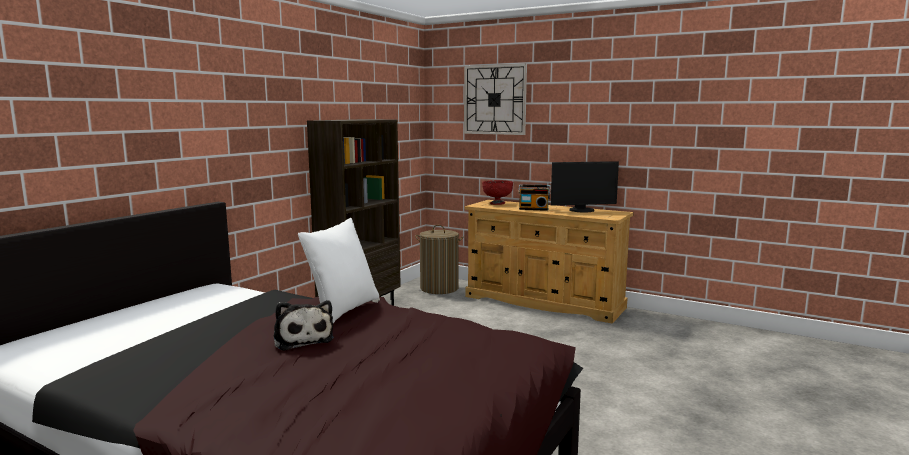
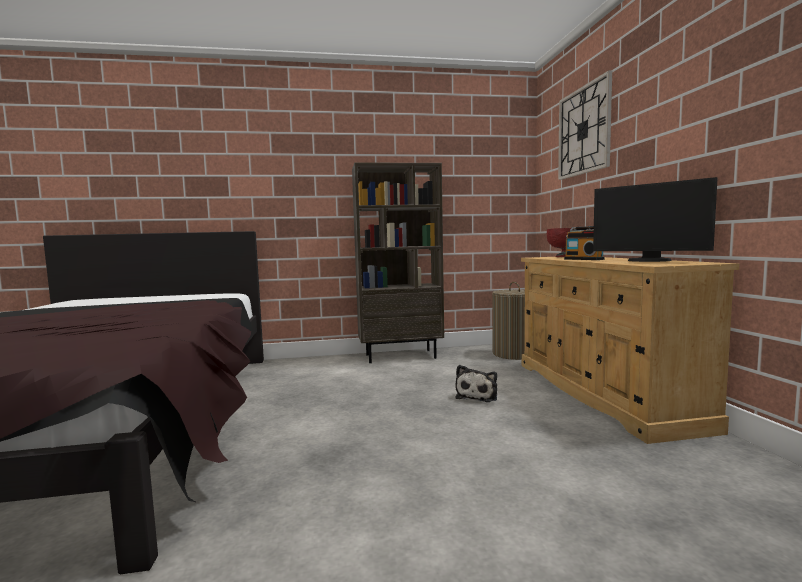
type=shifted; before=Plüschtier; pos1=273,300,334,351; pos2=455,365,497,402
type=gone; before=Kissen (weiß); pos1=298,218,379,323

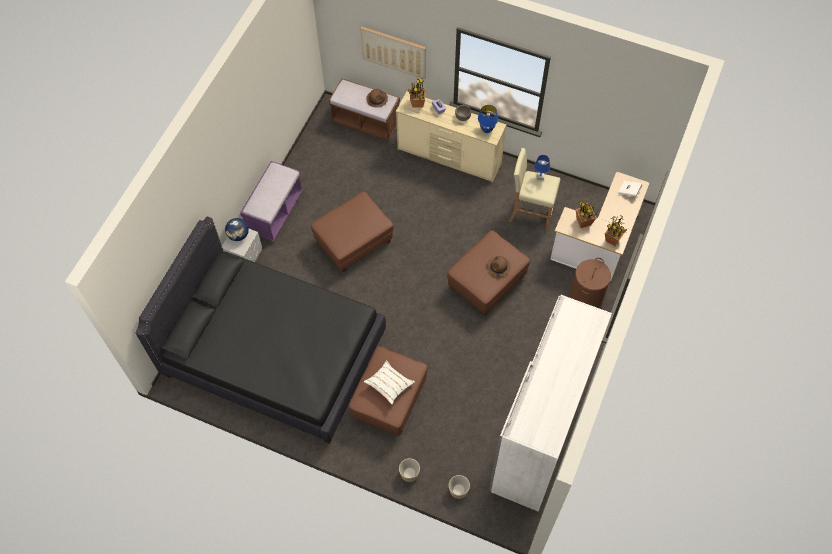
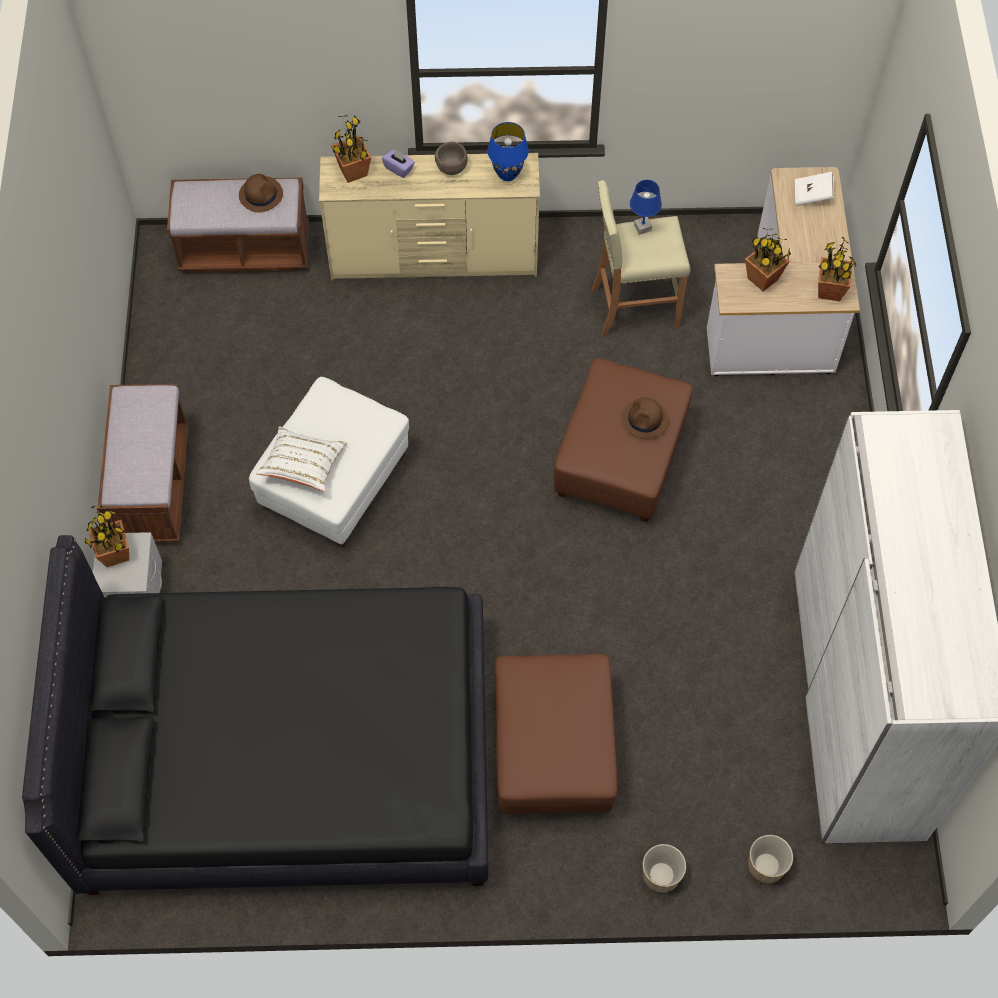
type=swapped; before=Globus; after=Topfpflanze; pos1=225,218,249,241; pos2=85,506,129,567
type=repainted; before=Bank (lila); after=Bank (braun); pos1=240,161,303,242; pos2=98,384,189,542
type=repainted; before=Polsterhocker (braun); after=Polsterhocker (weiß); pos1=311,192,394,272; pos2=249,377,409,548
type=shifted; before=Kissen (weiß); pos1=364,360,415,404; pos2=256,427,347,491
type=gone; before=Bild; pos1=360,26,426,79
type=gone; before=Wäschekorb (braun); pos1=569,258,611,308

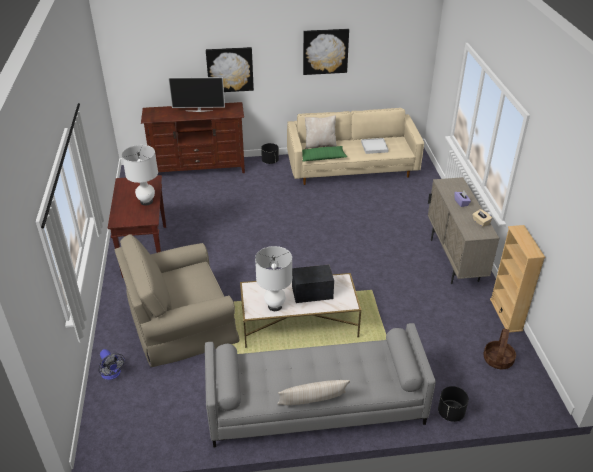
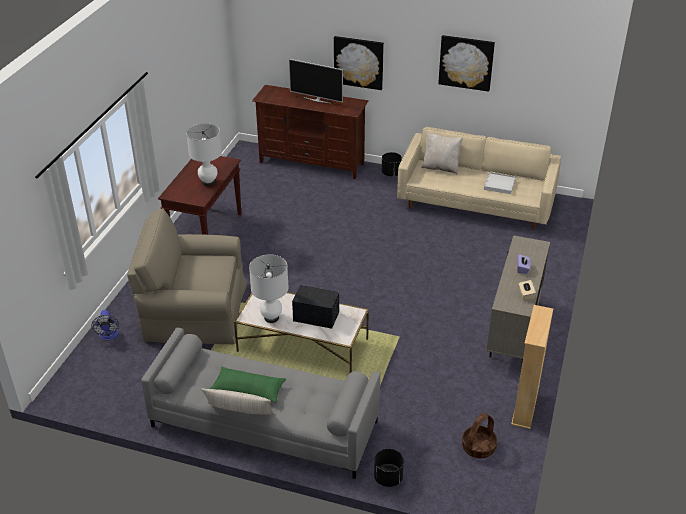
type=shifted; before=Kissen (grün); pos1=302,146,347,162; pos2=209,367,286,403

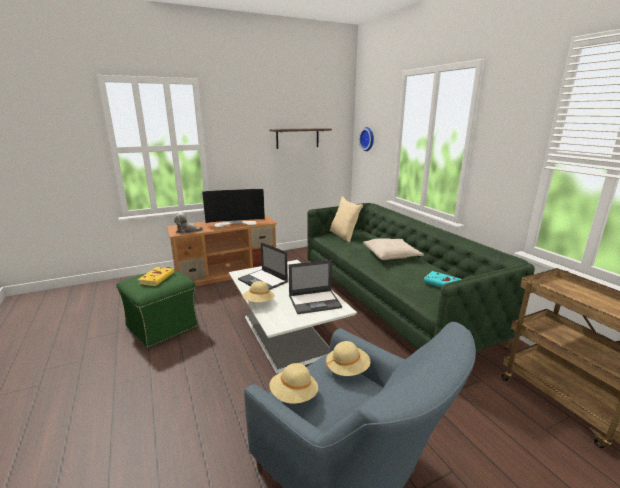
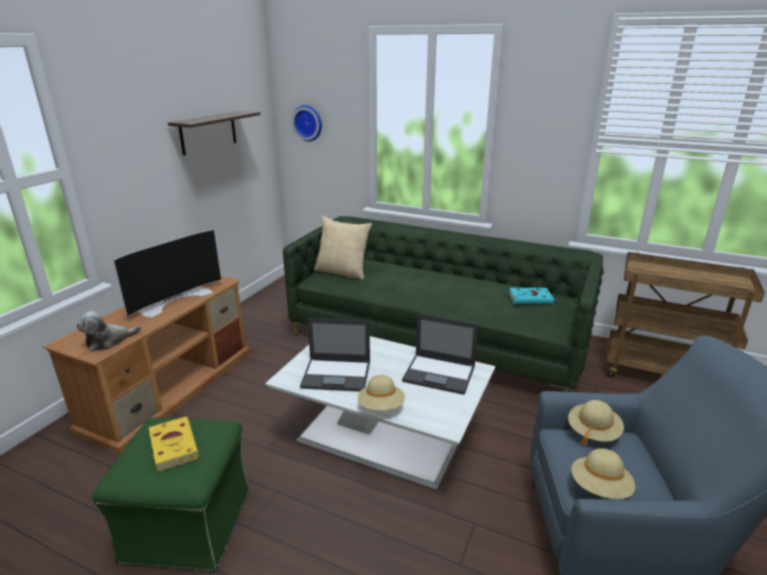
type=rotated; before=Laptop; pos1=289,260,342,314; pos2=402,314,478,395; turn=75
type=gone; before=Kissen (beige); pos1=363,238,424,260

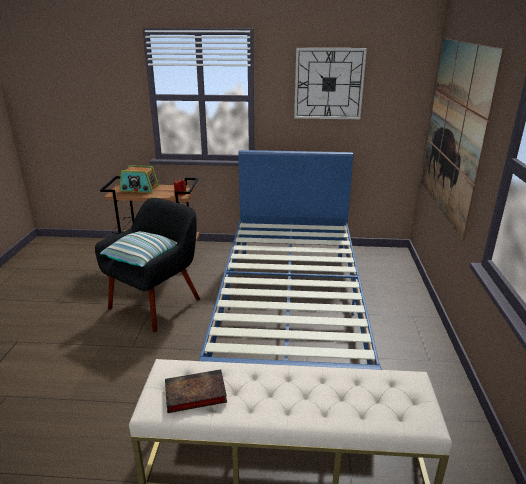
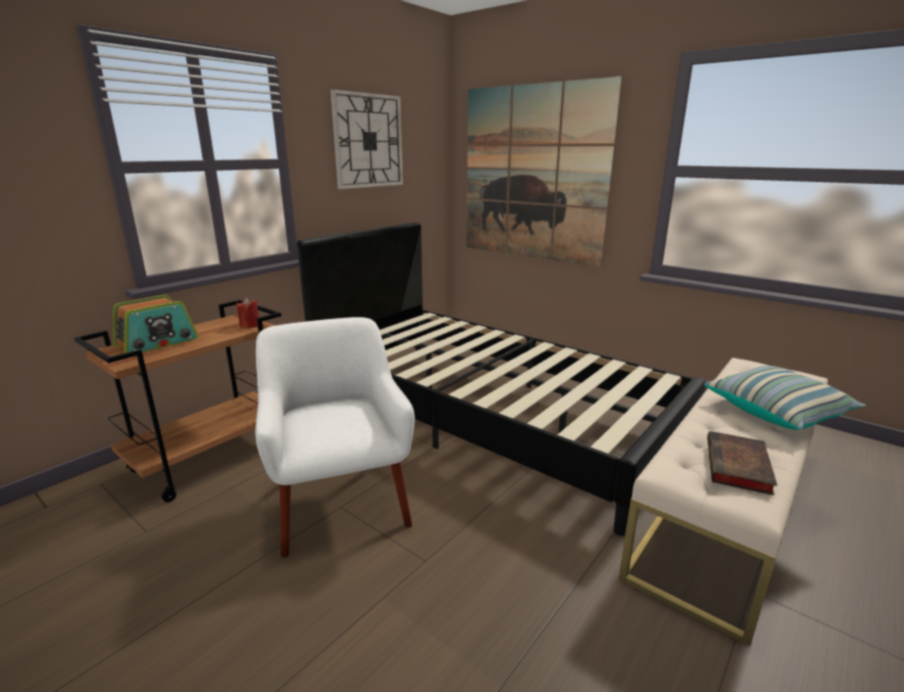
type=repainted; before=Sessel (schwarz); after=Sessel (weiß); pos1=95,198,200,332; pos2=255,317,415,558
type=repainted; before=Bett (blau); after=Bett (schwarz); pos1=199,150,382,370; pos2=297,222,706,536
type=shifted; before=Kissen; pos1=100,231,177,267; pos2=704,366,866,430

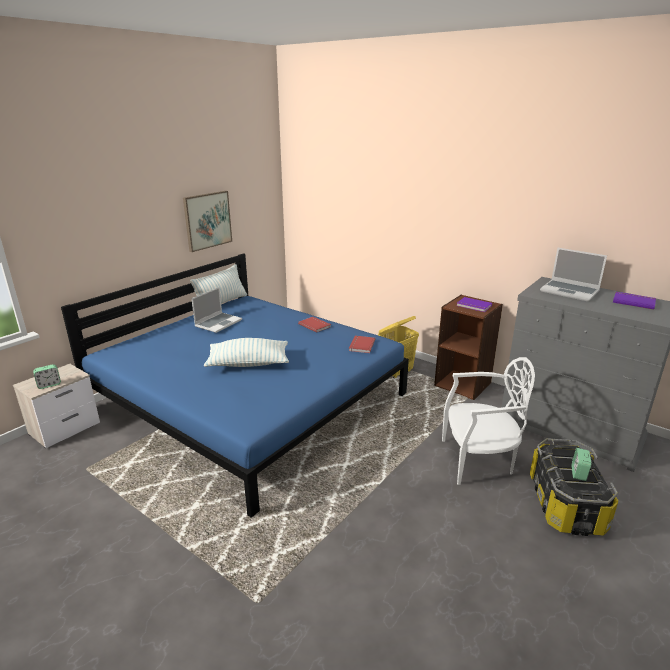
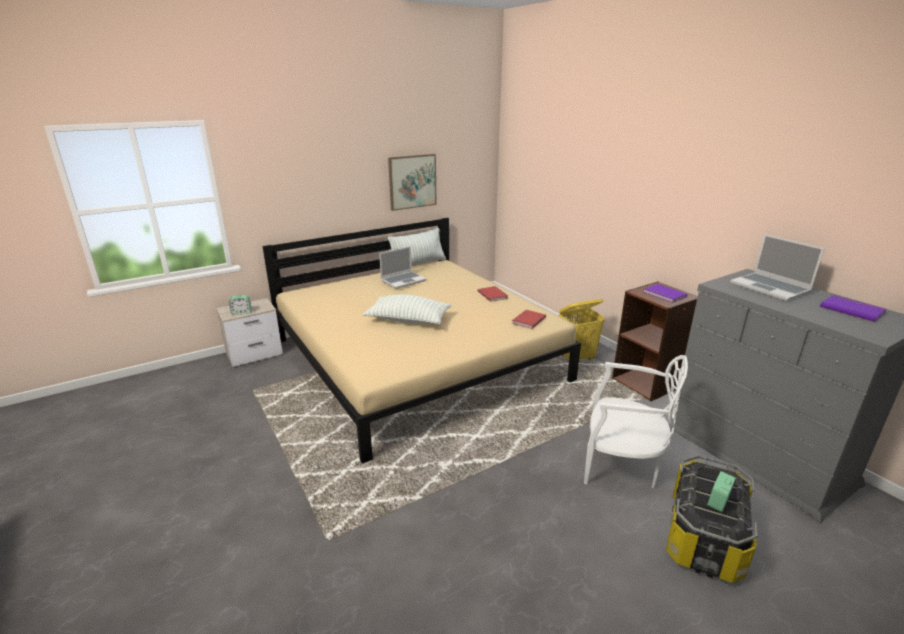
type=repainted; before=Bett (blau); after=Bett (beige); pos1=61,253,409,518; pos2=262,218,581,463

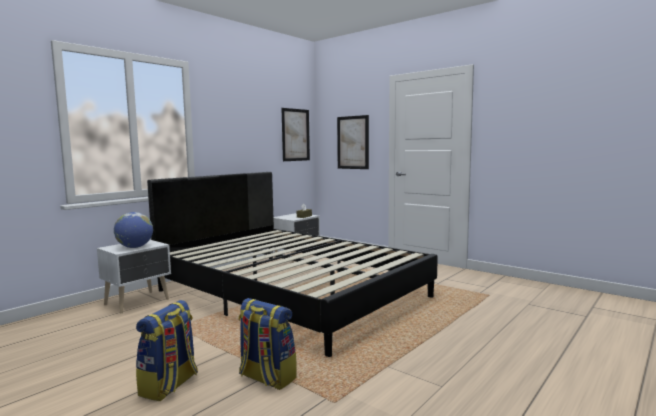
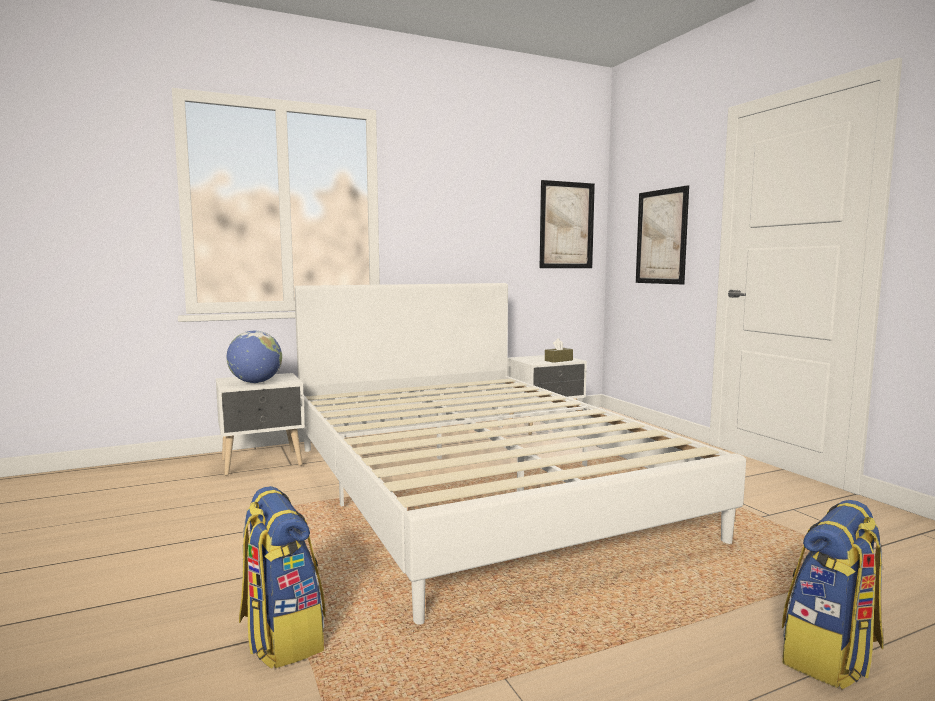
type=repainted; before=Bett (schwarz); after=Bett (weiß); pos1=147,172,438,357; pos2=294,283,746,625
type=shifted; before=Rucksack; pos1=136,300,198,401; pos2=782,500,884,689

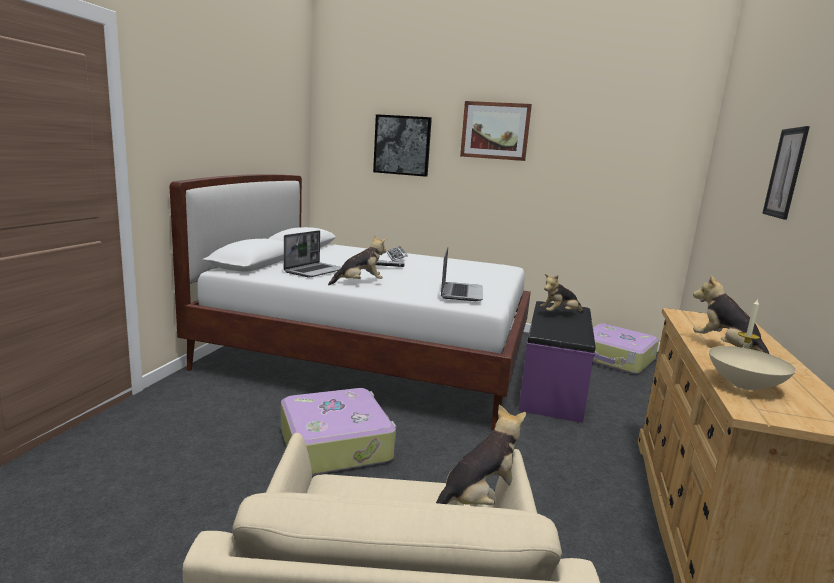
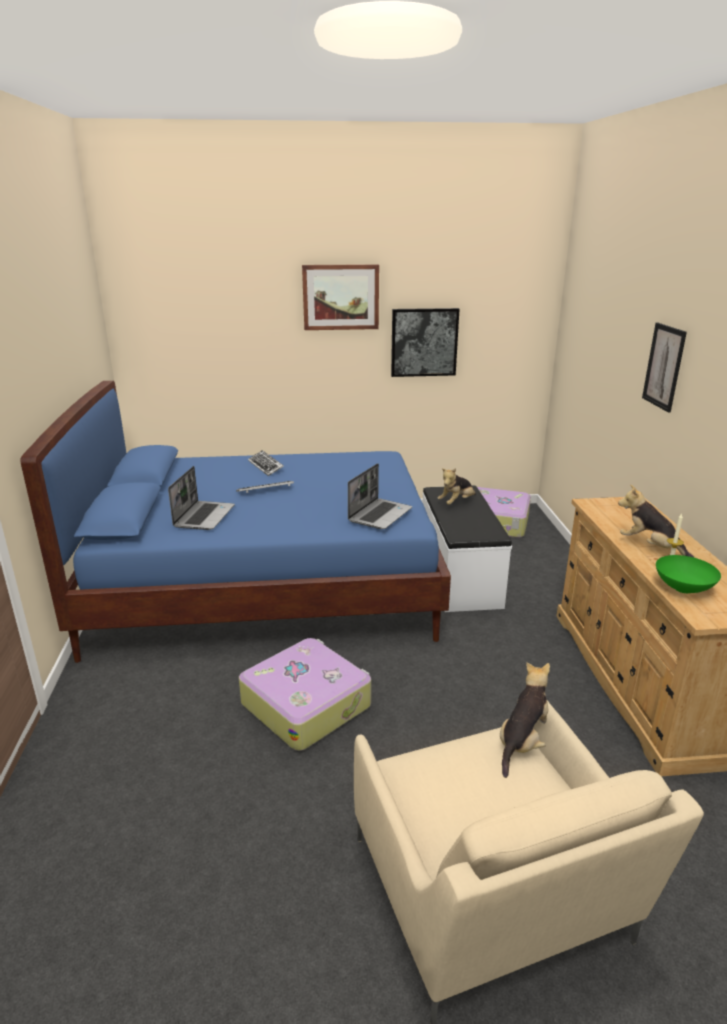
type=repainted; before=Bett (weiß); after=Bett (blau); pos1=170,174,531,431; pos2=20,381,451,663
type=rotated; before=Laptop; pos1=441,248,483,301; pos2=348,463,412,529; turn=45
type=shifted; before=Bild; pos1=373,114,432,177; pos2=391,308,460,377
type=repainted; before=Bank (lila); after=Bank (weiß); pos1=518,301,595,423; pos2=422,486,512,612
type=repainted; before=Schüssel (beige); after=Schüssel (grün); pos1=709,346,796,390; pos2=656,555,721,593
type=gone; before=Plüschtier; pos1=328,235,386,285

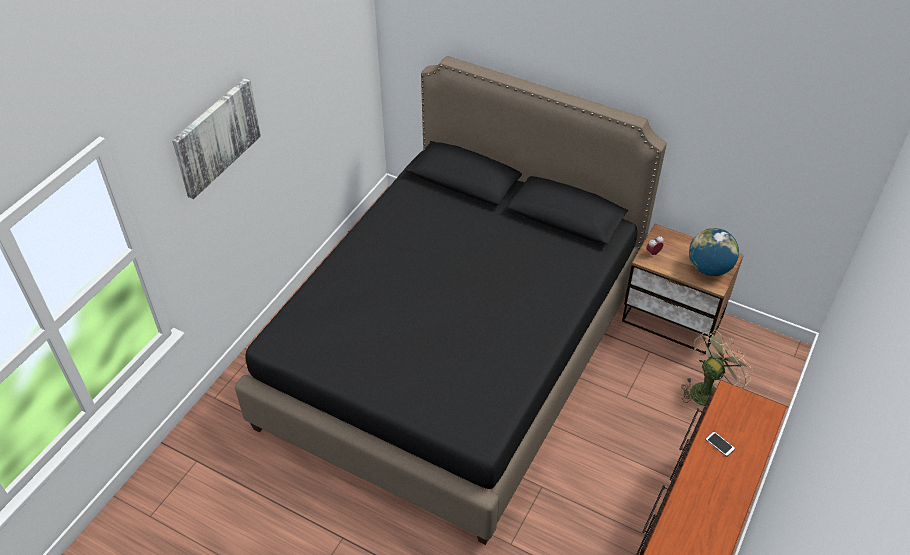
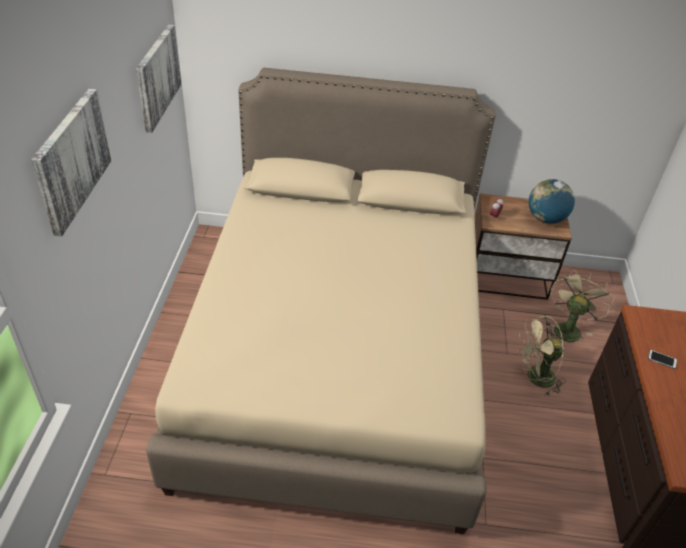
type=new; after=Bild; pos2=136,24,181,133
type=repainted; before=Bett (schwarz); after=Bett (beige); pos1=235,56,667,545; pos2=146,68,495,534
type=new; after=Ventilator (beige); pos2=517,315,566,396

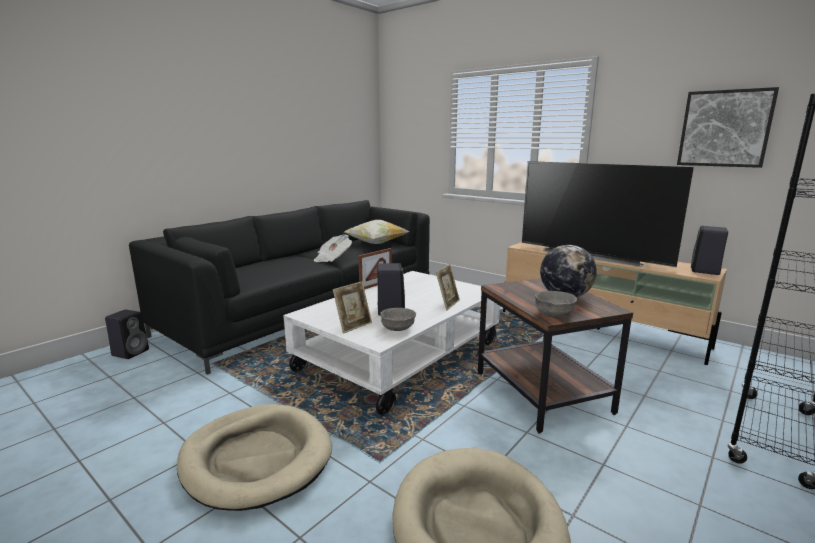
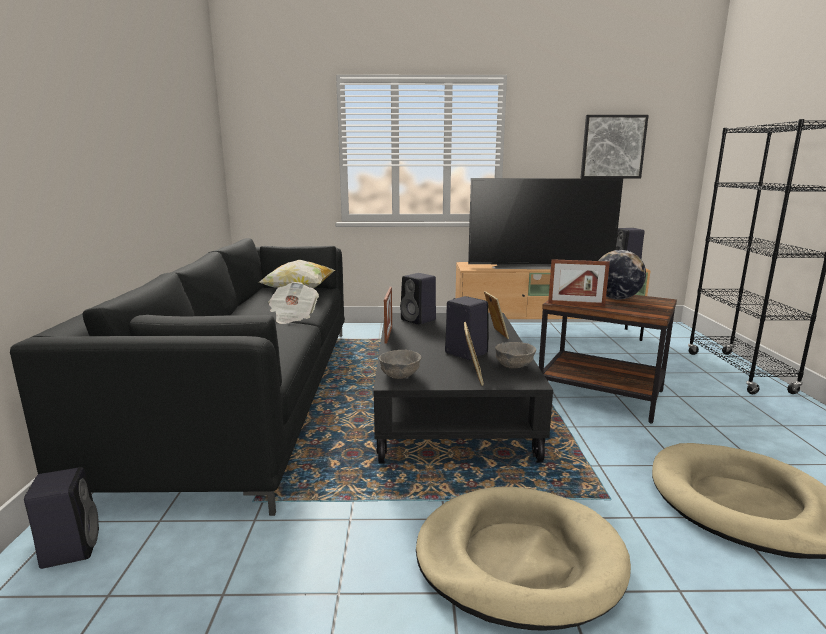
type=repainted; before=Couchtisch (weiß); after=Couchtisch (schwarz); pos1=283,271,500,416; pos2=373,313,553,464
type=shifted; before=Schüssel (grau); pos1=535,291,577,317; pos2=379,350,421,379
type=new; after=Lautsprecher (schwarz); pos2=400,273,436,325
type=new; after=Bilderrahmen; pos2=548,259,610,306

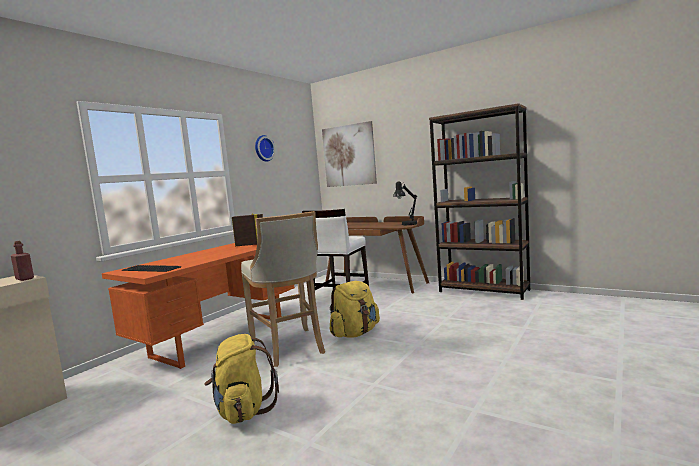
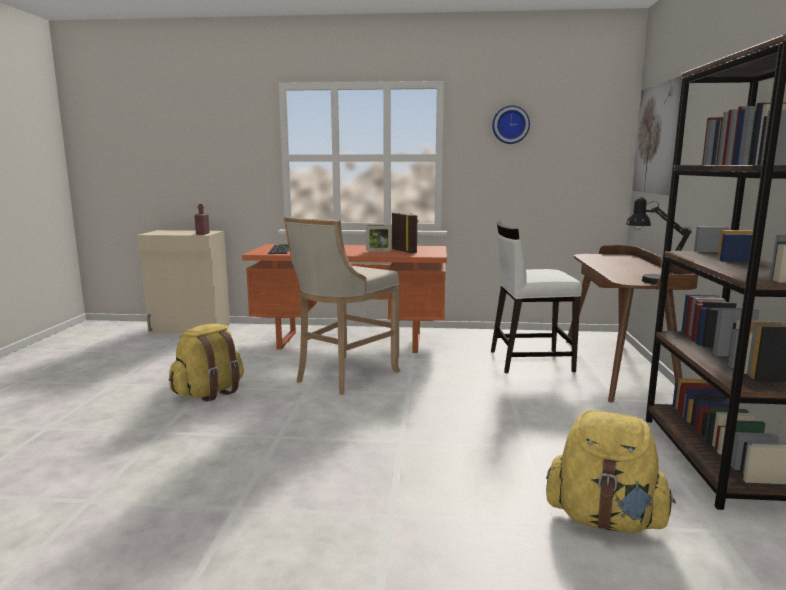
type=new; after=Bilderrahmen; pos2=366,225,392,252
type=shifted; before=Rucksack (gelb); pos1=330,281,380,338; pos2=546,410,676,533

